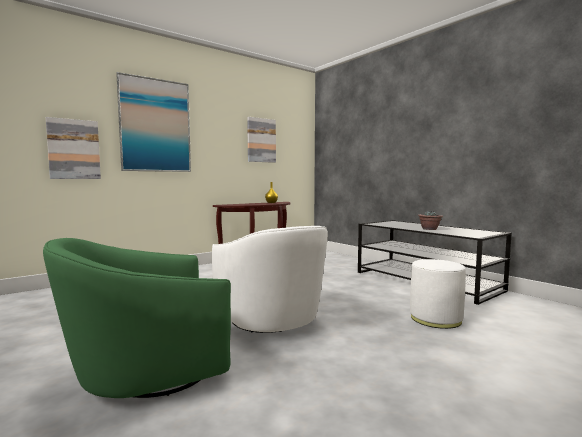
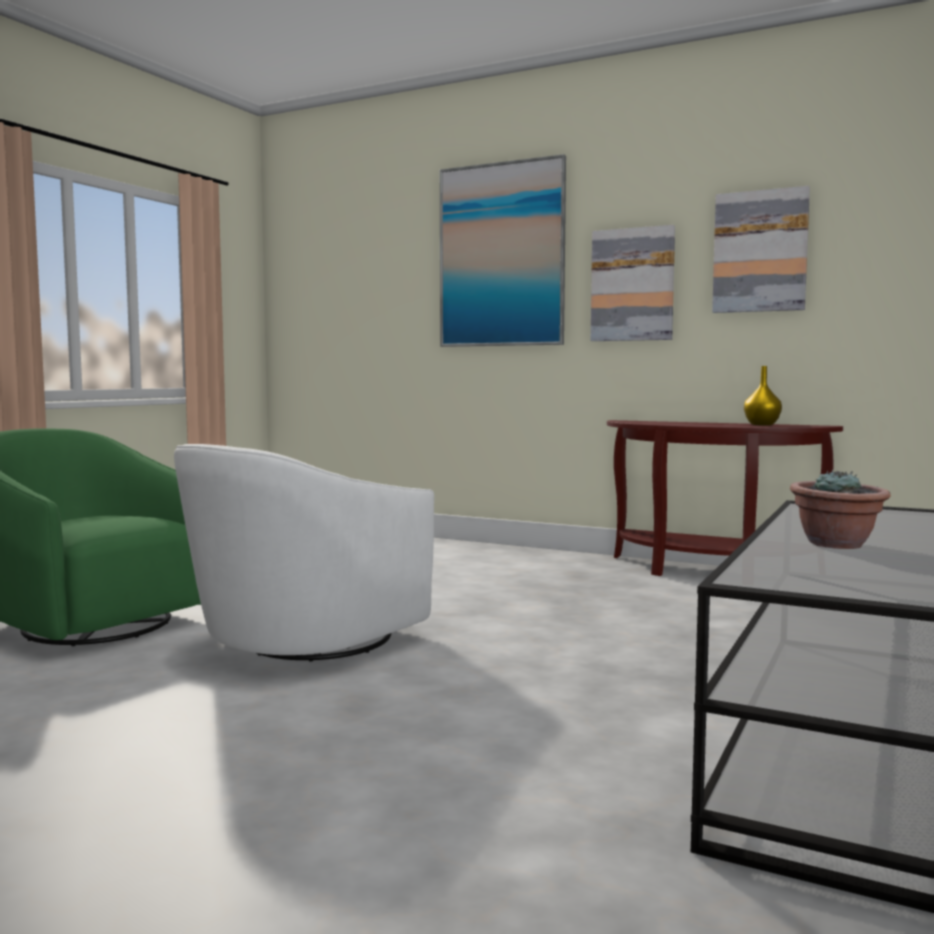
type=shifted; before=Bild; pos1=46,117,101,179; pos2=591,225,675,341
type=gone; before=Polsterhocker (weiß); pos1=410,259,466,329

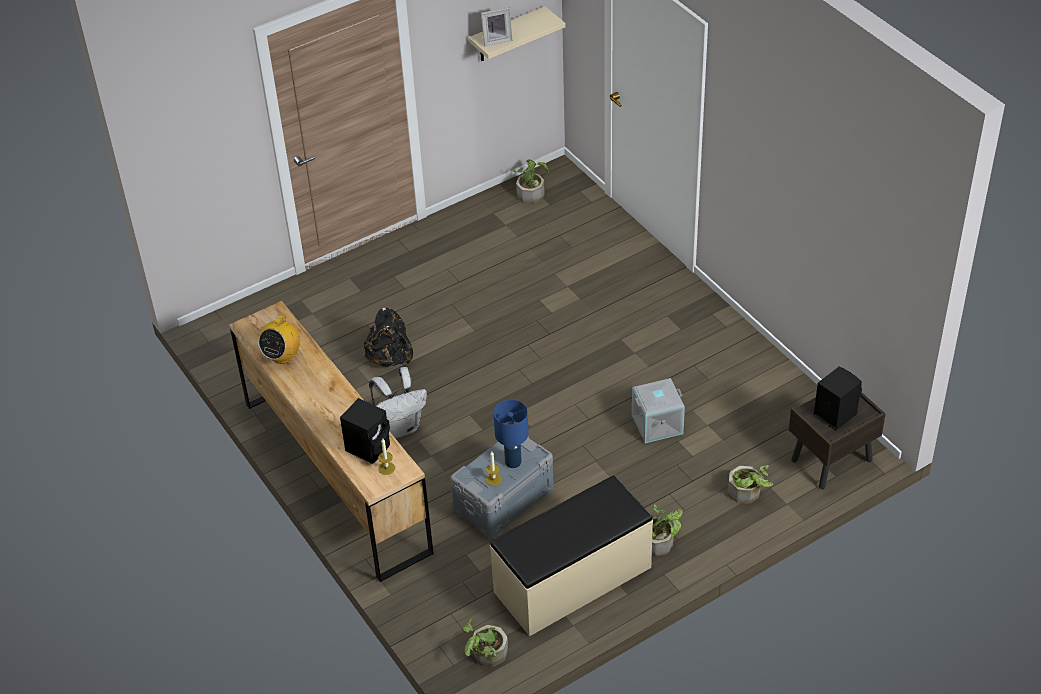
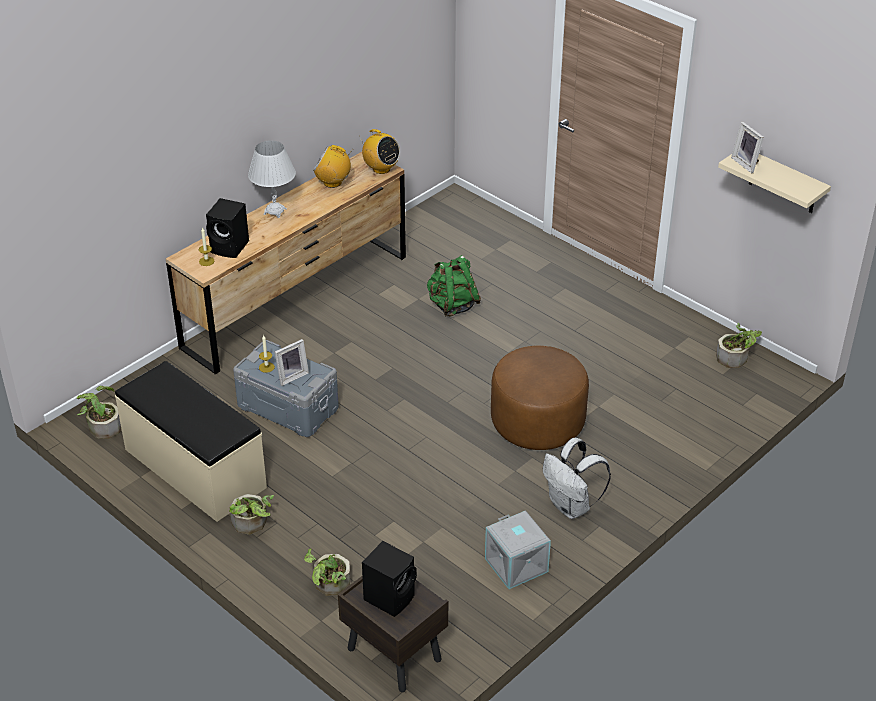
type=new; after=Tischlampe (weiß); pos2=248,140,296,218
type=swapped; before=Tischlampe (blau); after=Bilderrahmen; pos1=493,400,529,468; pos2=275,339,309,386
type=new; after=Radio; pos2=360,129,400,174
type=repainted; before=Rucksack (schwarz); after=Rucksack (grün); pos1=364,308,413,367; pos2=427,255,481,317
type=shifted; before=Aufbewahrungsbox (grau); pos1=632,378,685,443; pos2=485,510,551,589
type=new; after=Polsterhocker (braun); pos2=491,346,589,450
type=shifted; before=Rucksack (weiß); pos1=369,367,427,439; pos2=543,438,611,519

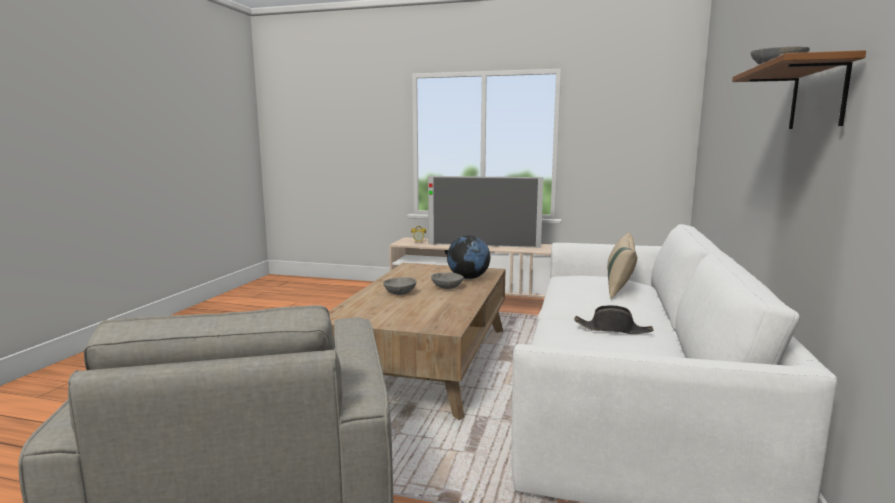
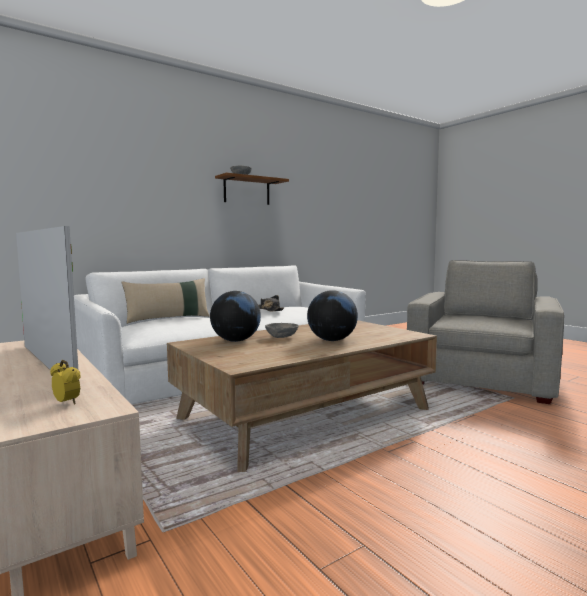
type=swapped; before=Schüssel (grau); after=Globus; pos1=383,277,417,295; pos2=307,290,358,341

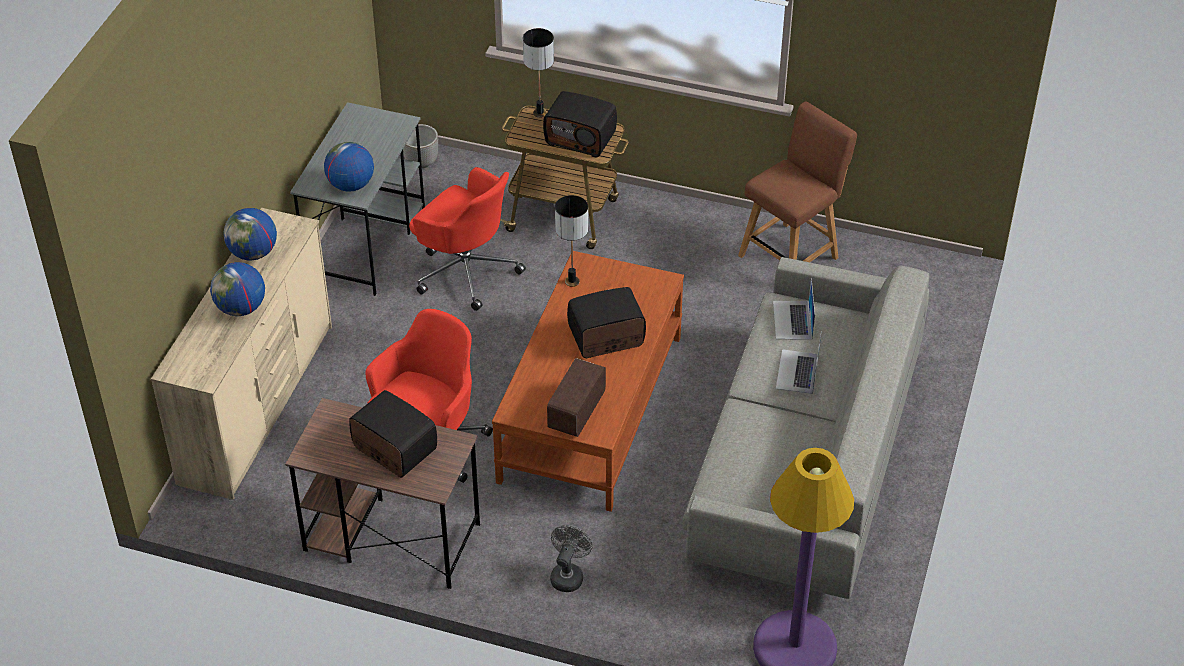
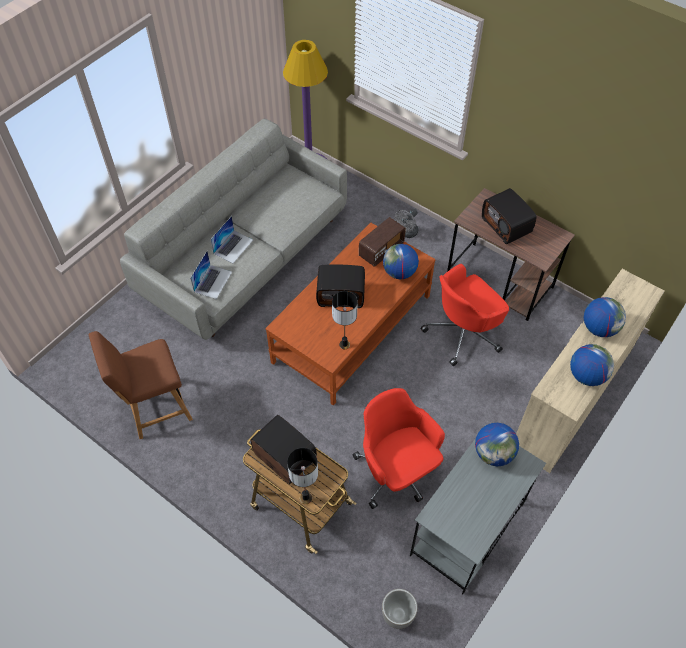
type=new; after=Globus; pos2=383,244,419,279

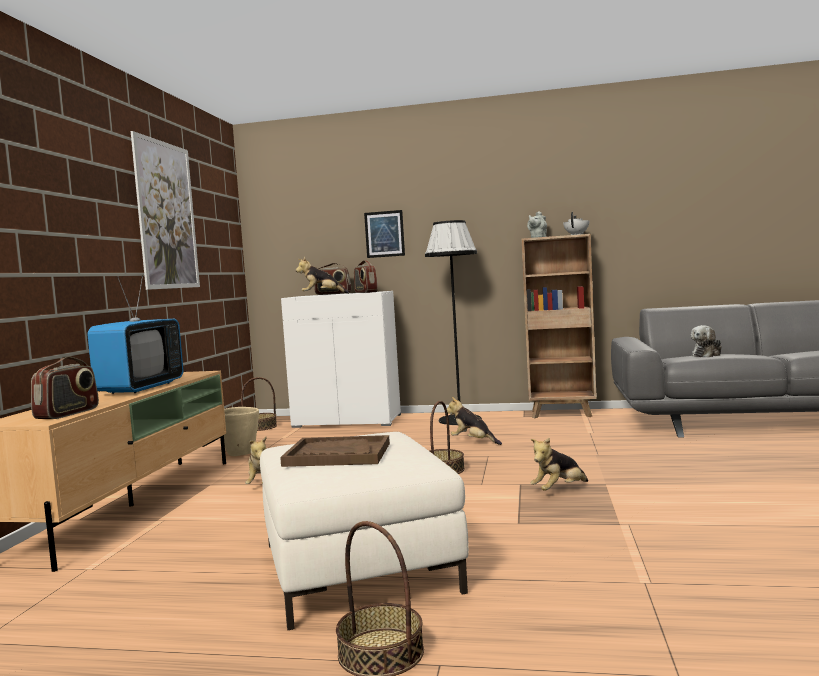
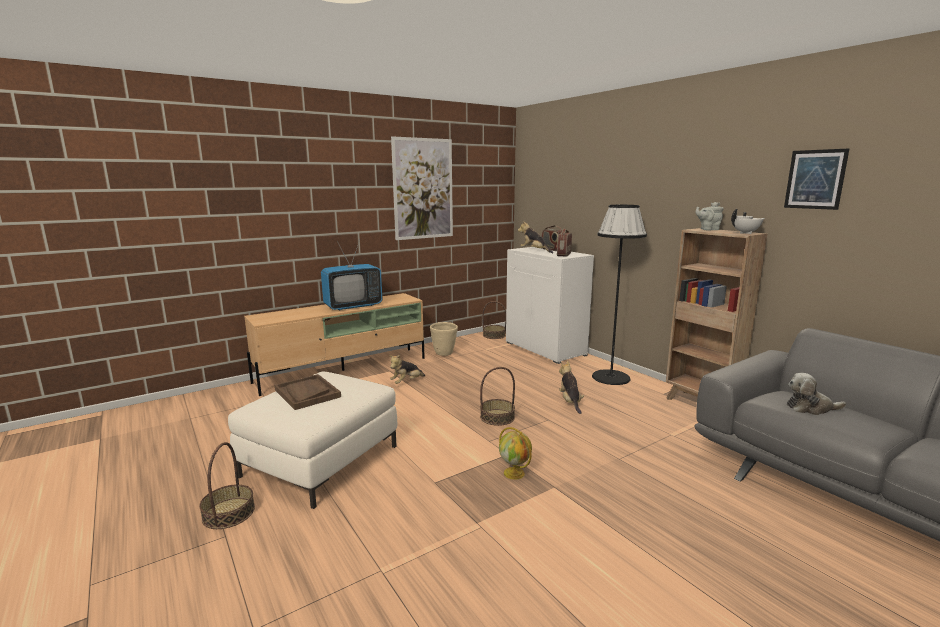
type=swapped; before=Plüschtier; after=Globus; pos1=531,438,588,491; pos2=499,427,532,479
type=shifted; before=Bild; pos1=364,210,405,258; pos2=784,148,849,210
type=gone; before=Radio; pos1=31,356,99,419

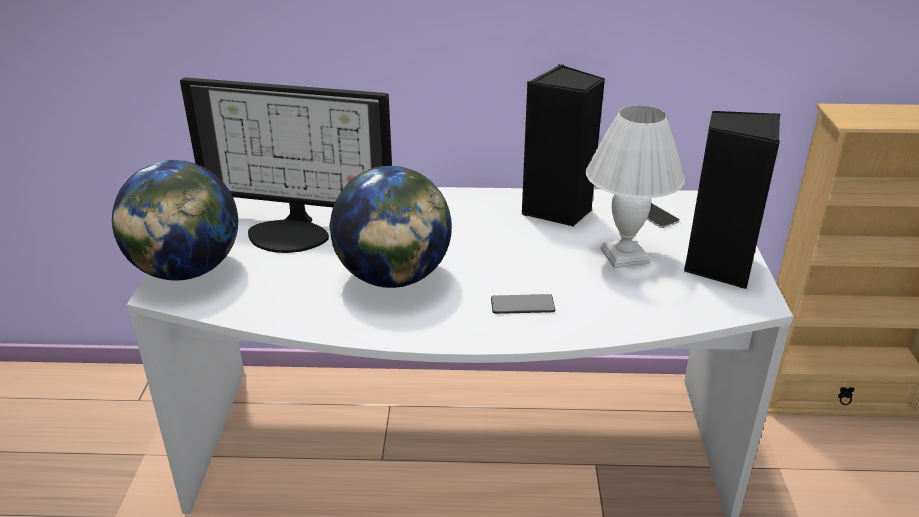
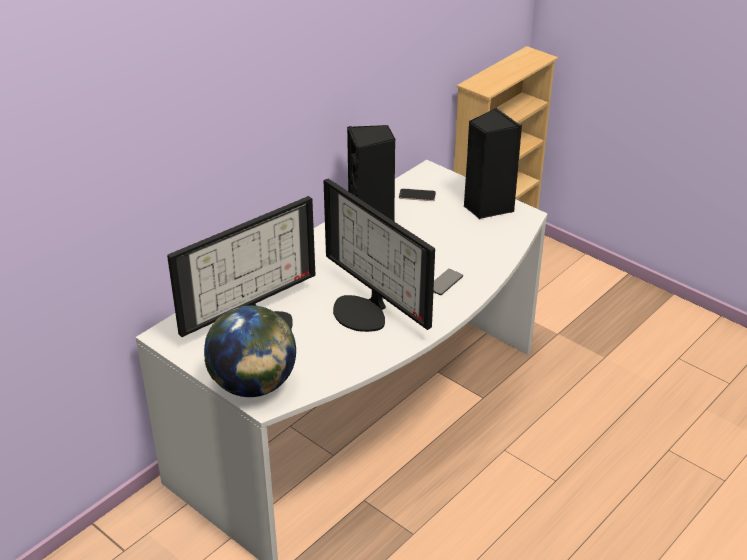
type=swapped; before=Globus; after=Monitor; pos1=329,166,452,288; pos2=324,179,435,332
type=gone; before=Tischlampe (weiß); pos1=586,105,685,268

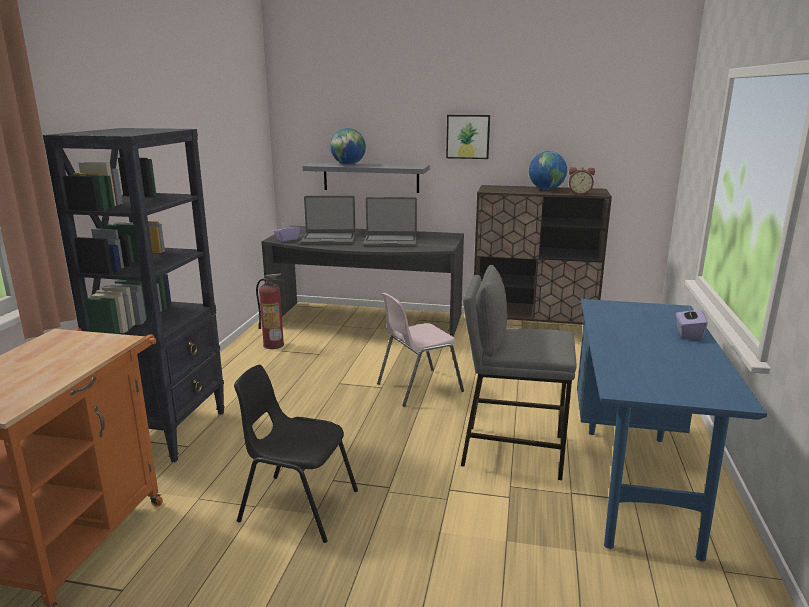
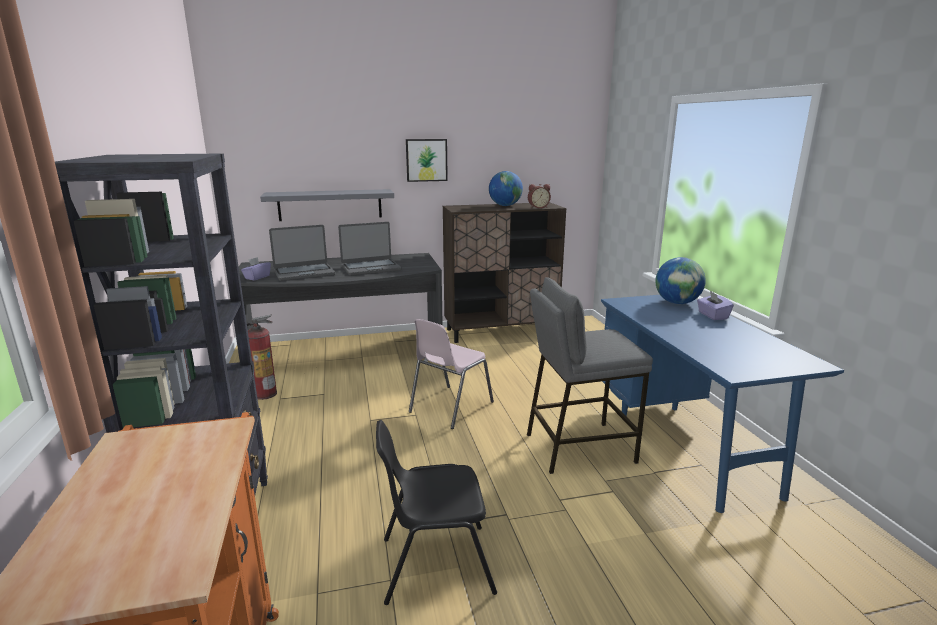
type=shifted; before=Globus; pos1=330,128,366,165; pos2=655,257,706,304

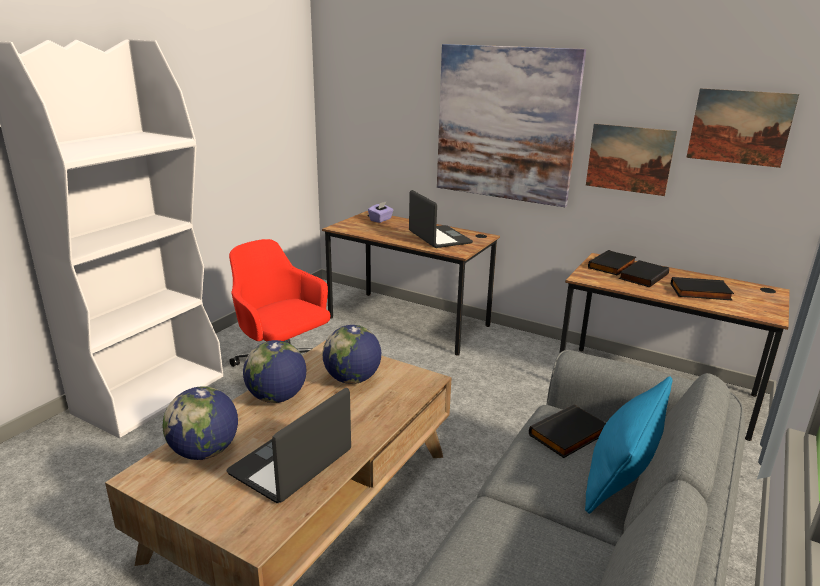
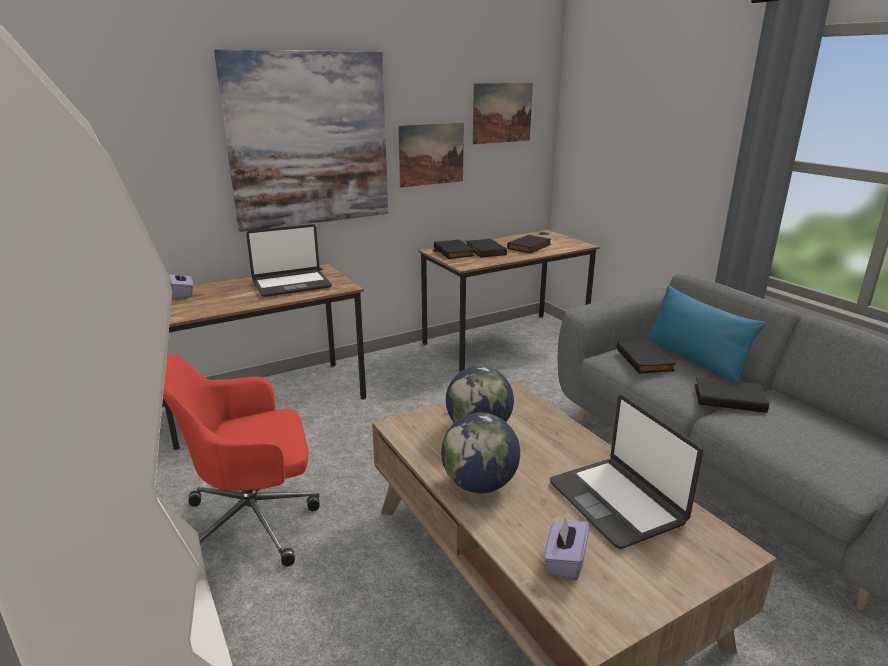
type=rotated; before=Laptop; pos1=409,190,473,248; pos2=246,224,332,297; turn=150
type=swapped; before=Globus; after=Taschentuchbox (lila); pos1=162,386,238,460; pos2=544,516,589,580
type=new; after=Buch (schwarz); pos2=695,377,769,413

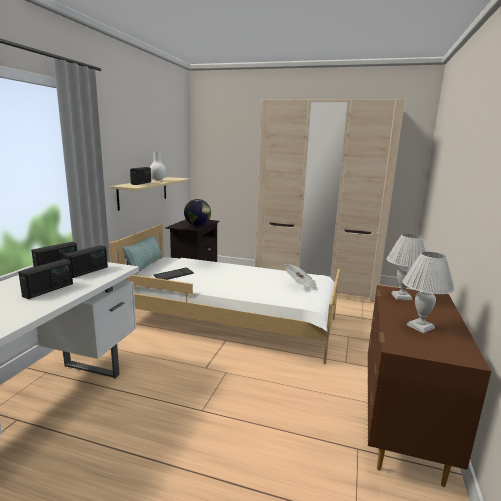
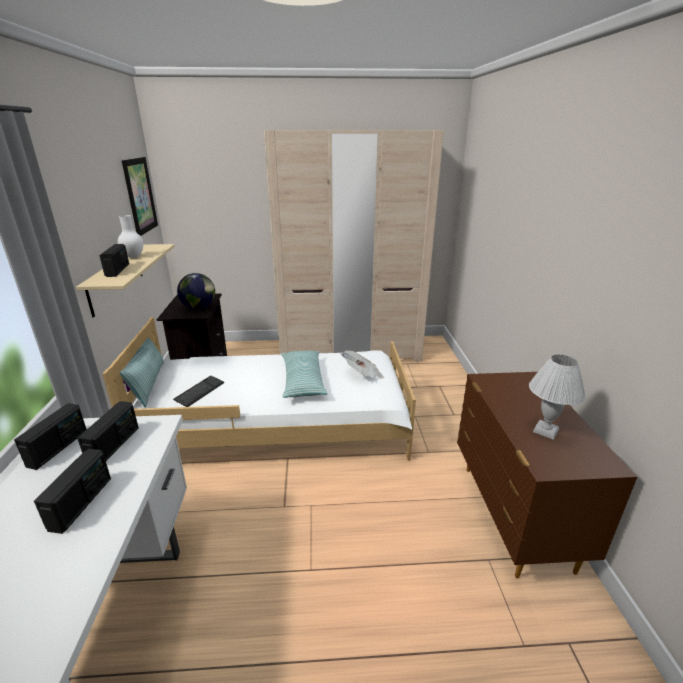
type=new; after=Bild; pos2=122,157,158,236
type=new; after=Kissen; pos2=282,351,328,398
type=gone; before=Tischlampe (weiß); pos1=387,234,426,301

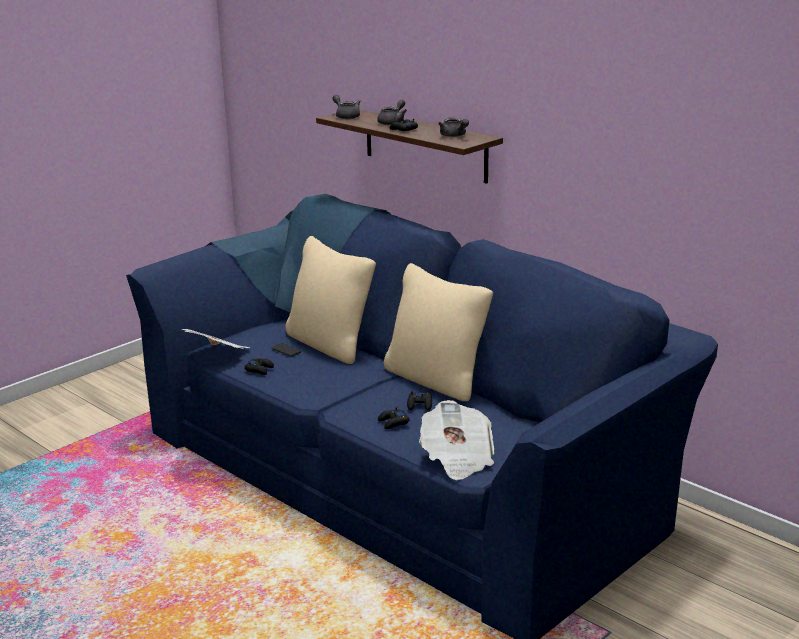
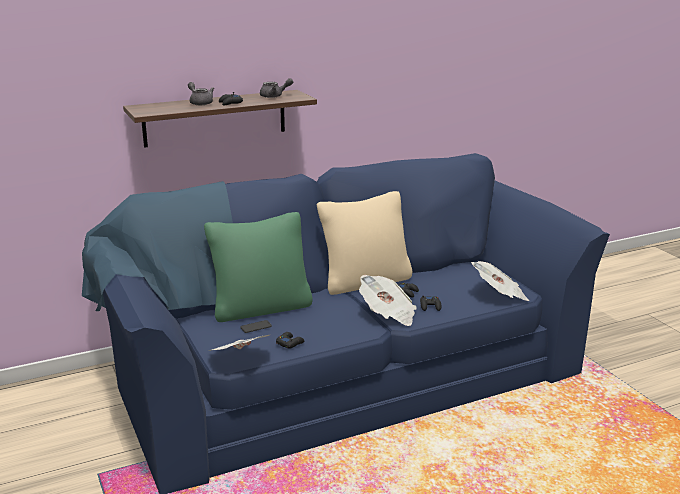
type=repainted; before=Kissen (beige); after=Kissen (grün); pos1=285,236,376,364; pos2=204,212,313,322
type=new; after=Zeitung; pos2=359,275,417,326
type=gone; before=Teekanne (grau); pos1=333,95,361,119

